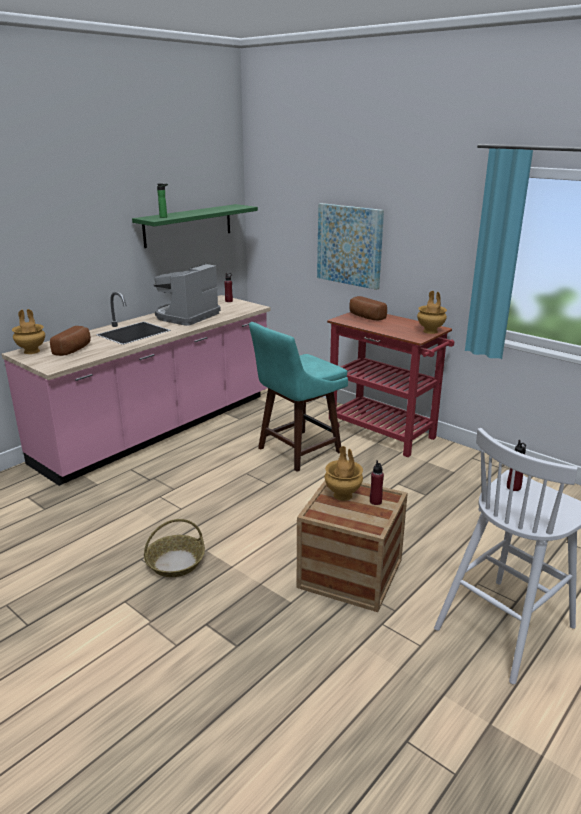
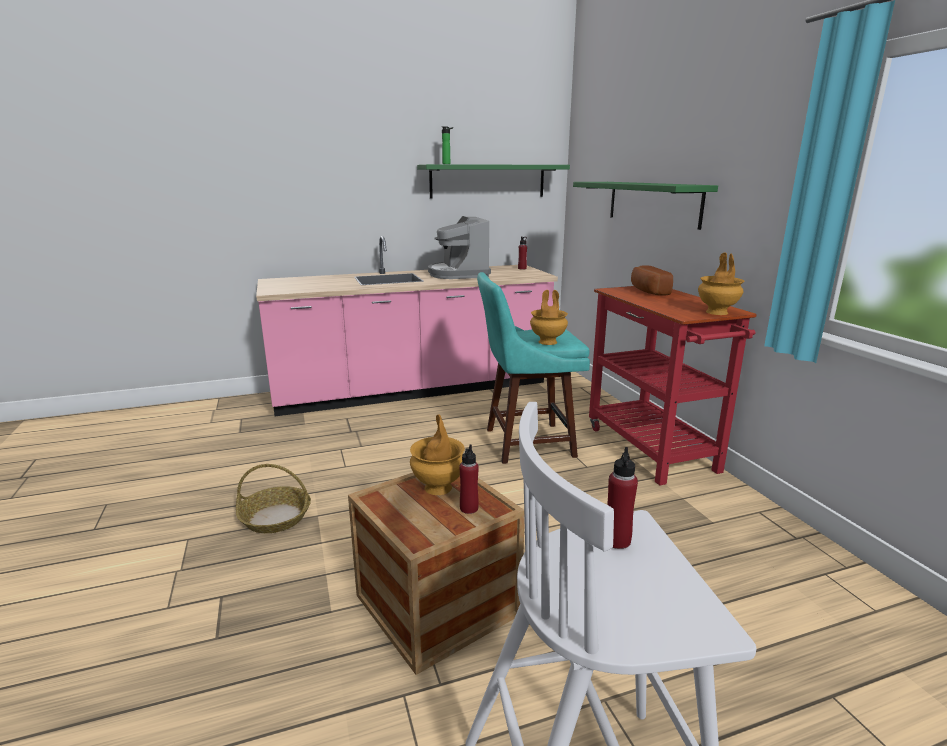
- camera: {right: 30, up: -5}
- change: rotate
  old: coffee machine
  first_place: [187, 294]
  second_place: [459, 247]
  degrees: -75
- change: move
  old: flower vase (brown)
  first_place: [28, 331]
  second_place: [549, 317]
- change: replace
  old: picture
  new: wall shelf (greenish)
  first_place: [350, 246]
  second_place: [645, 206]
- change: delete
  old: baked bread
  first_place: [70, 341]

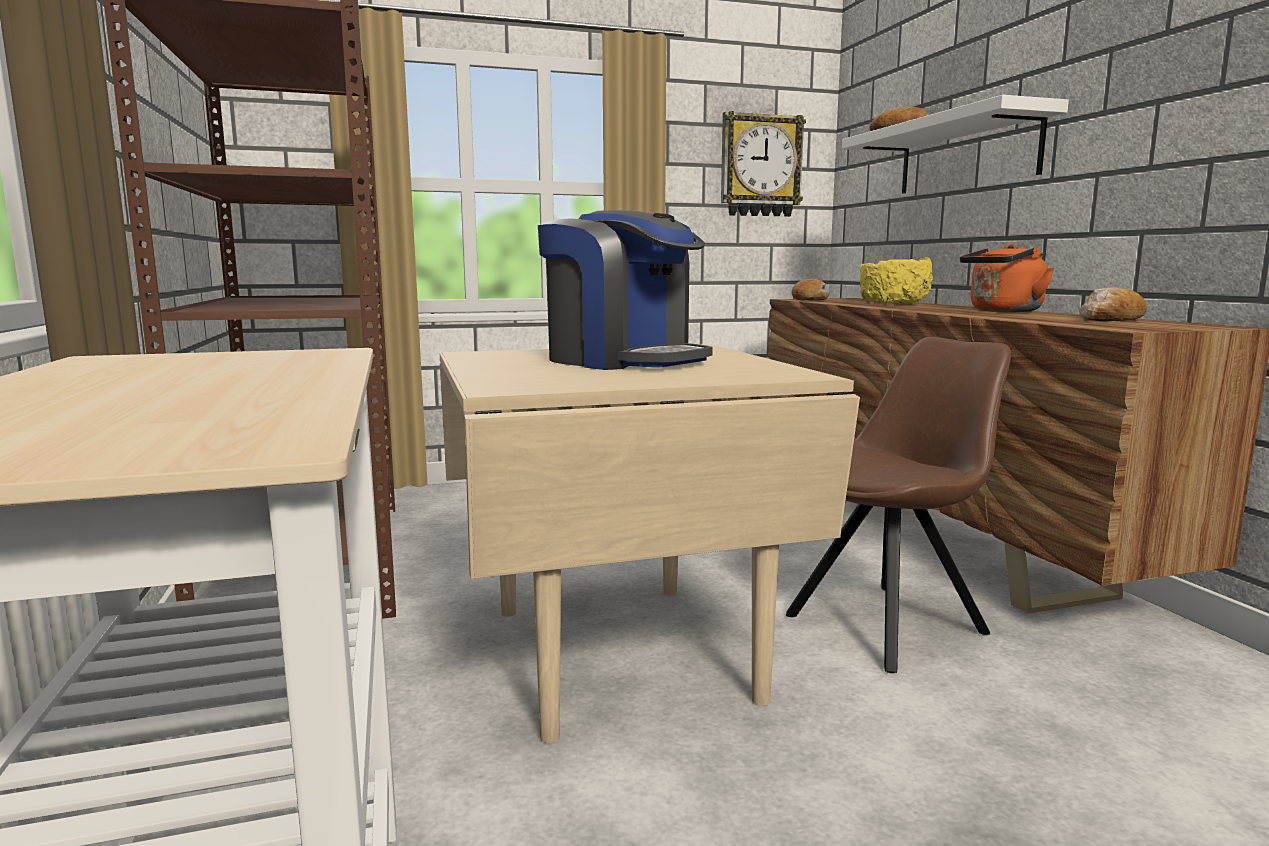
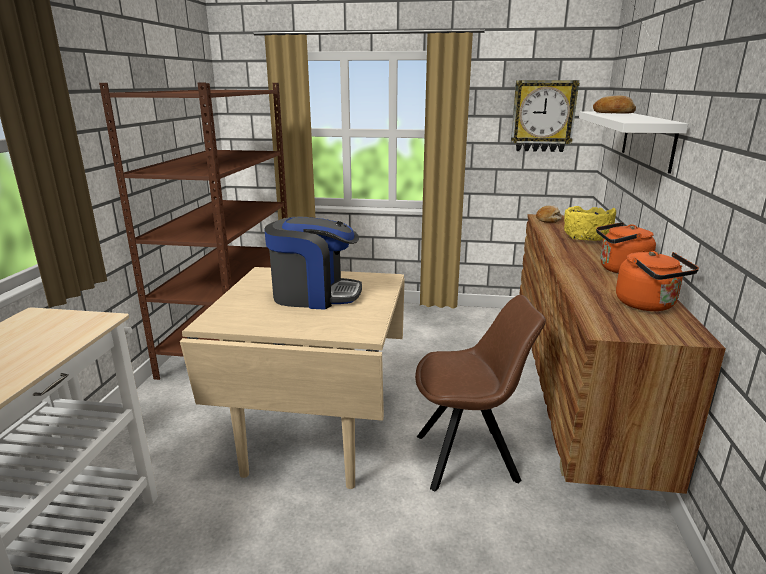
- camera: {right: 25, up: 10}
- change: rotate
  old: coffee machine
  first_place: [625, 290]
  second_place: [313, 263]
  degrees: -60
- change: replace
  old: baked bread
  new: tea kettle (orange)
  first_place: [1113, 304]
  second_place: [657, 281]

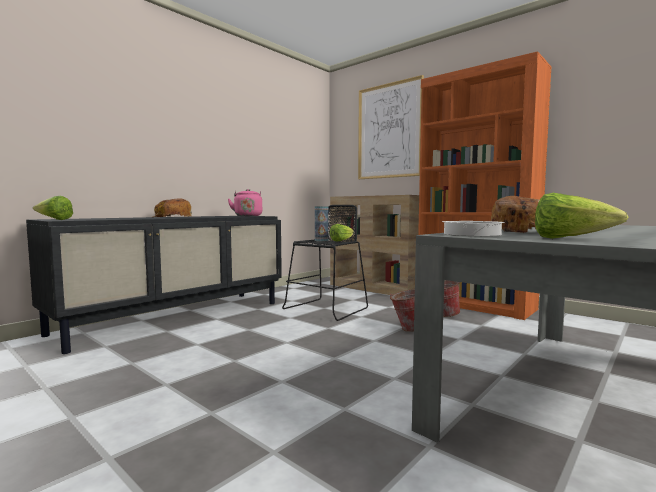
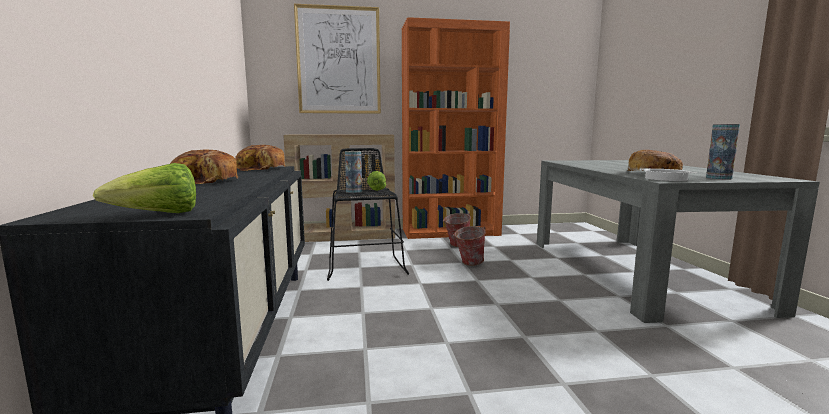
- camera: {right: -50, up: 5}
- change: replace
  old: tea kettle (pink)
  new: baked bread
  first_place: [245, 202]
  second_place: [260, 158]
- change: replace
  old: lettuce head
  new: flower vase
  first_place: [581, 216]
  second_place: [723, 152]

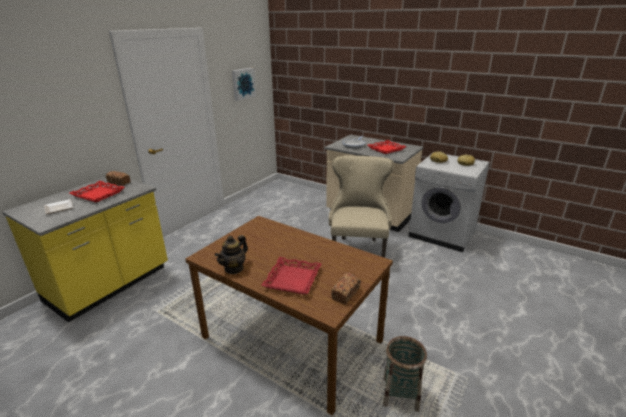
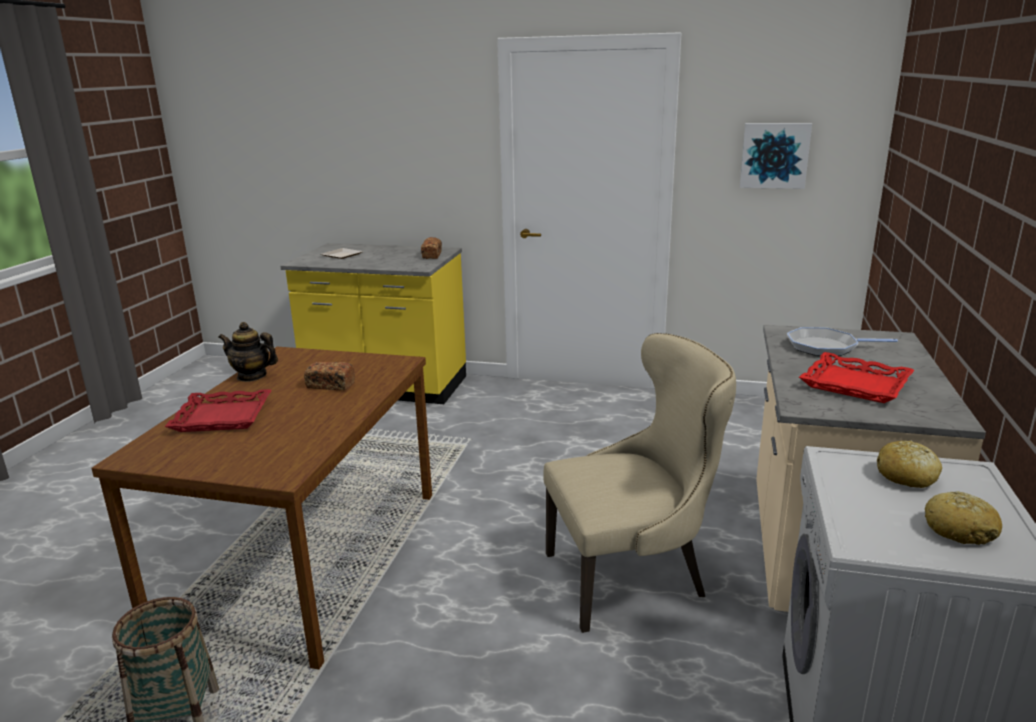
- camera: {right: 70, up: -5}
- change: move
  old: baked bread
  first_place: [346, 288]
  second_place: [329, 376]
- change: delete
  old: carrying tray (reddish)
  first_place: [97, 191]

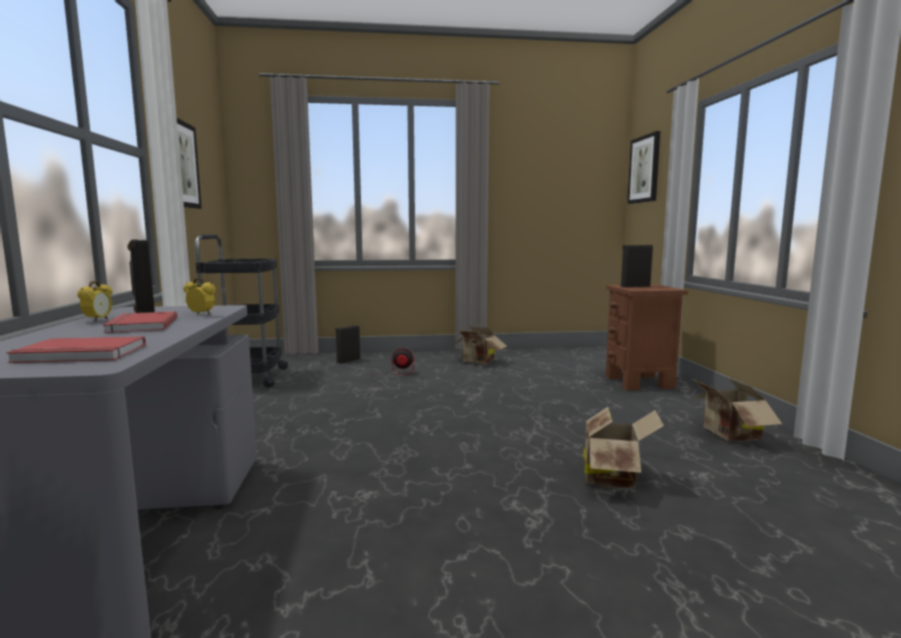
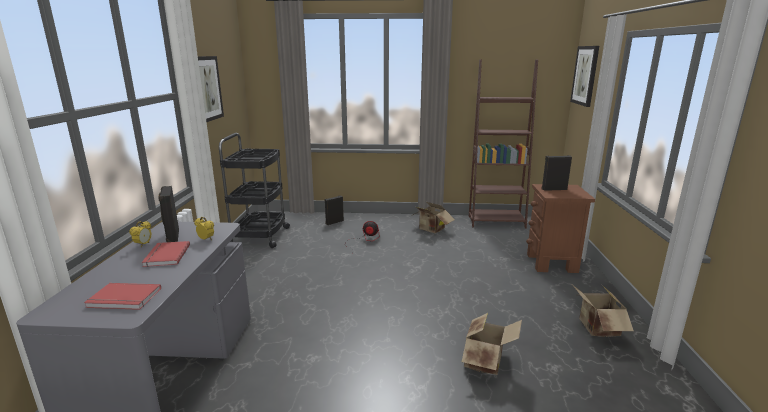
- camera: {right: 10, up: 10}
- change: insert
  new: shelving unit (brown)
  second_place: [503, 144]

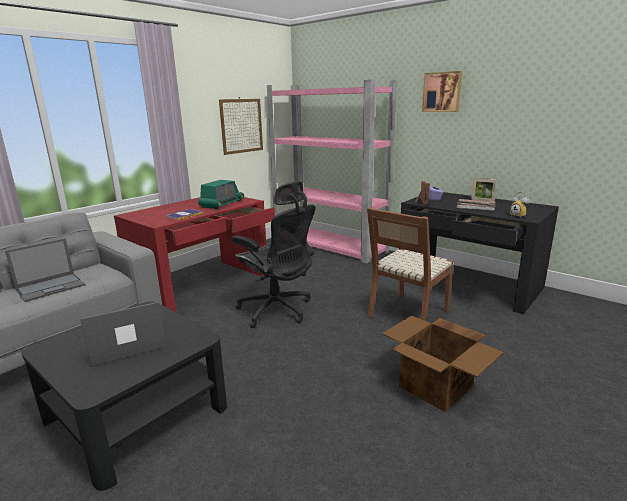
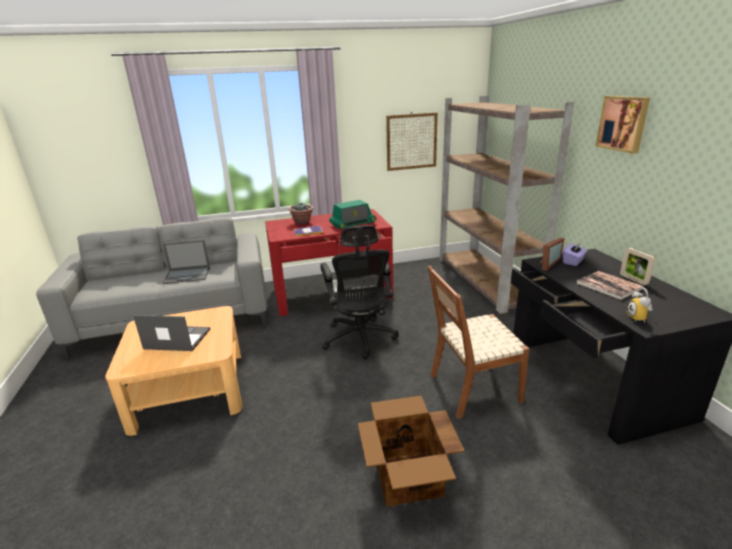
- camera: {right: 35, up: 5}
- change: recolor
  old: low table (black-coloured)
  new: low table (sand-coloured)
  first_place: [124, 396]
  second_place: [173, 371]
- change: insert
  new: potted plant
  second_place: [301, 213]
- change: recolor
  old: shelving unit (pink)
  new: shelving unit (brown)
  first_place: [331, 172]
  second_place: [507, 205]

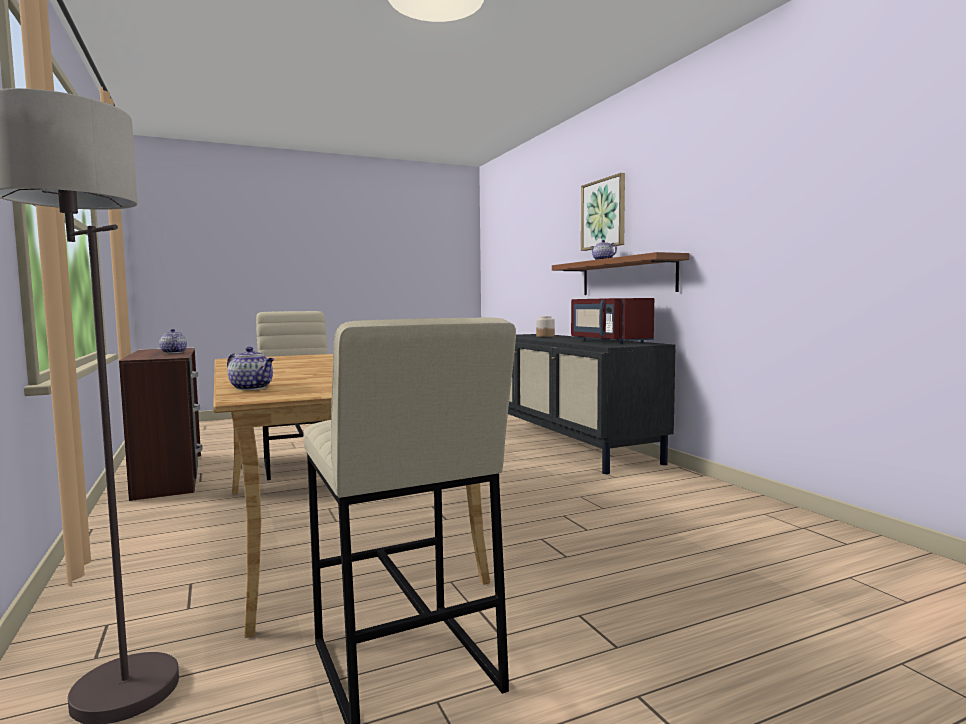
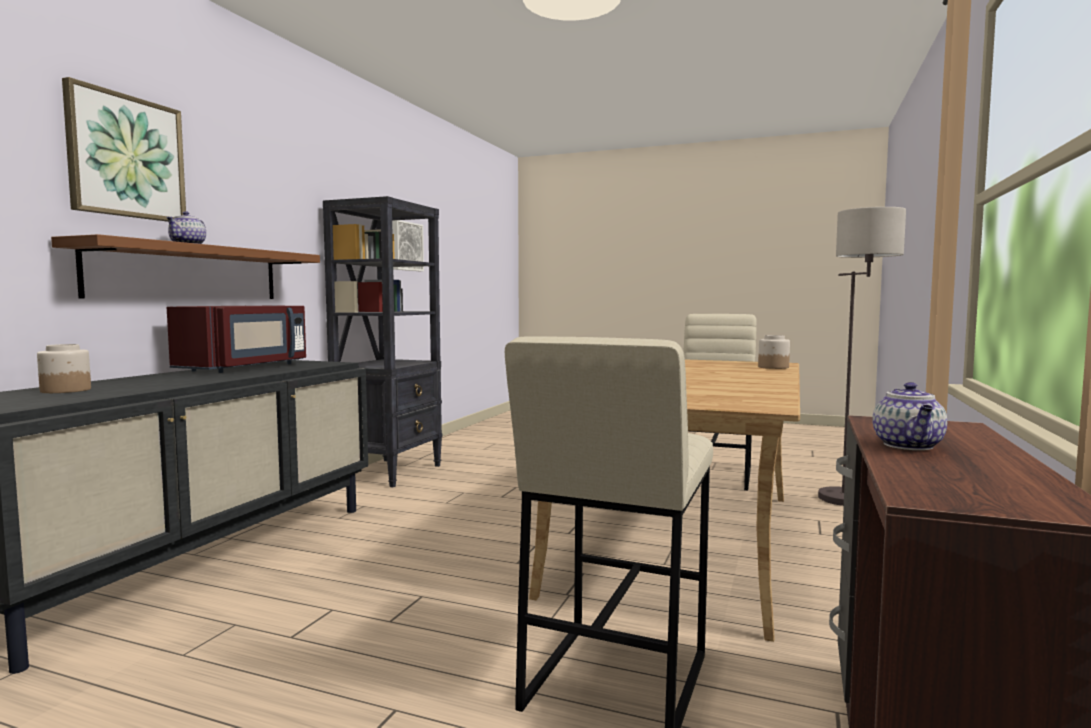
- camera: {right: -135, up: 0}
- change: insert
  new: shelving unit (black-coloured)
  second_place: [382, 341]
- change: insert
  new: picture
  second_place: [408, 245]
- change: replace
  old: pot for tea
  new: jar
  first_place: [250, 368]
  second_place: [774, 352]

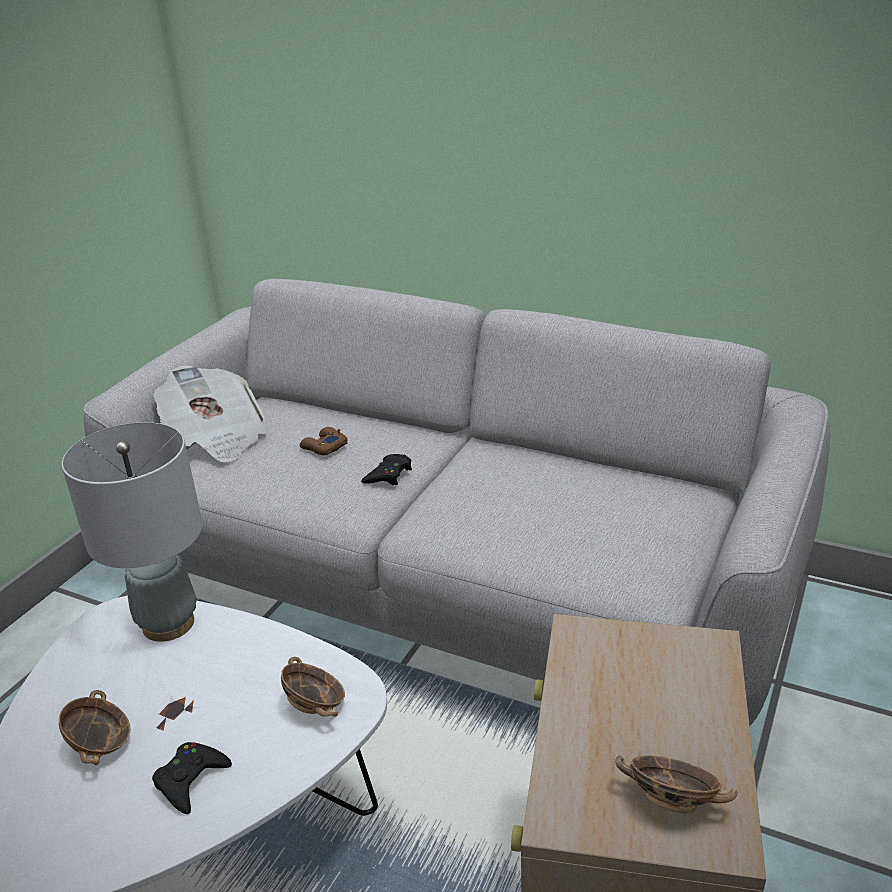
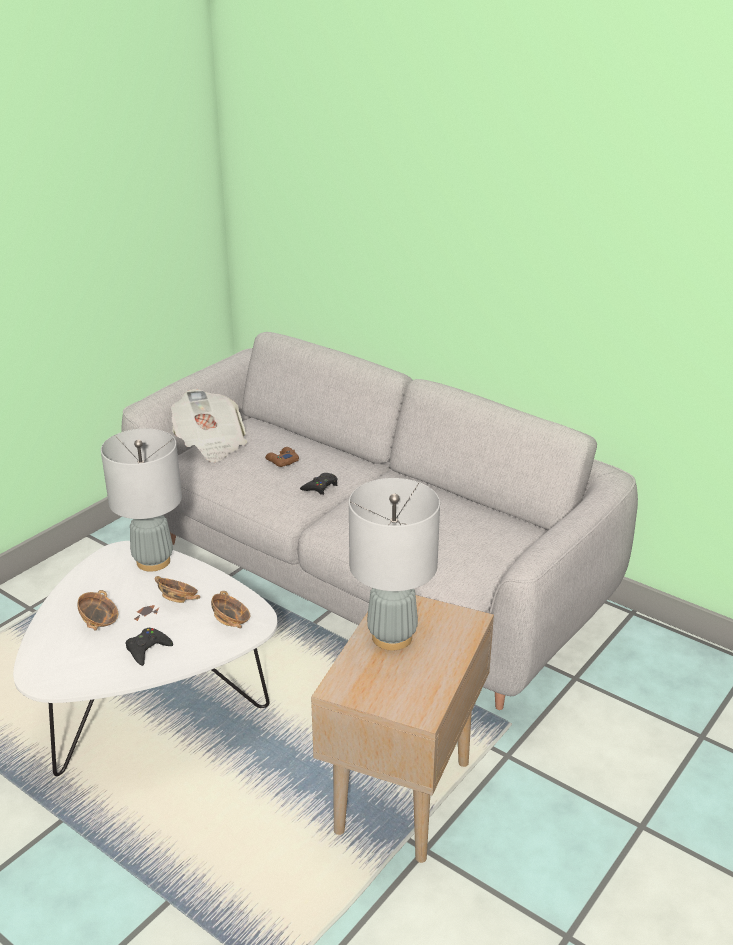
- camera: {right: 10, up: 0}
- change: move
  old: deep dish
  first_place: [676, 784]
  second_place: [177, 589]
- change: insert
  new: table lamp (grey)
  second_place: [394, 564]

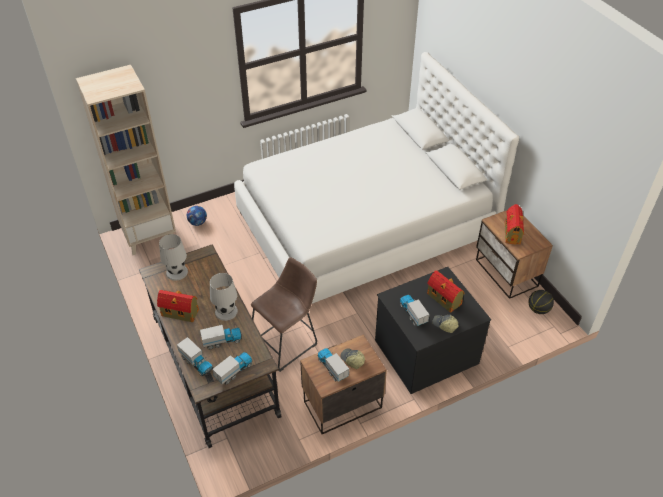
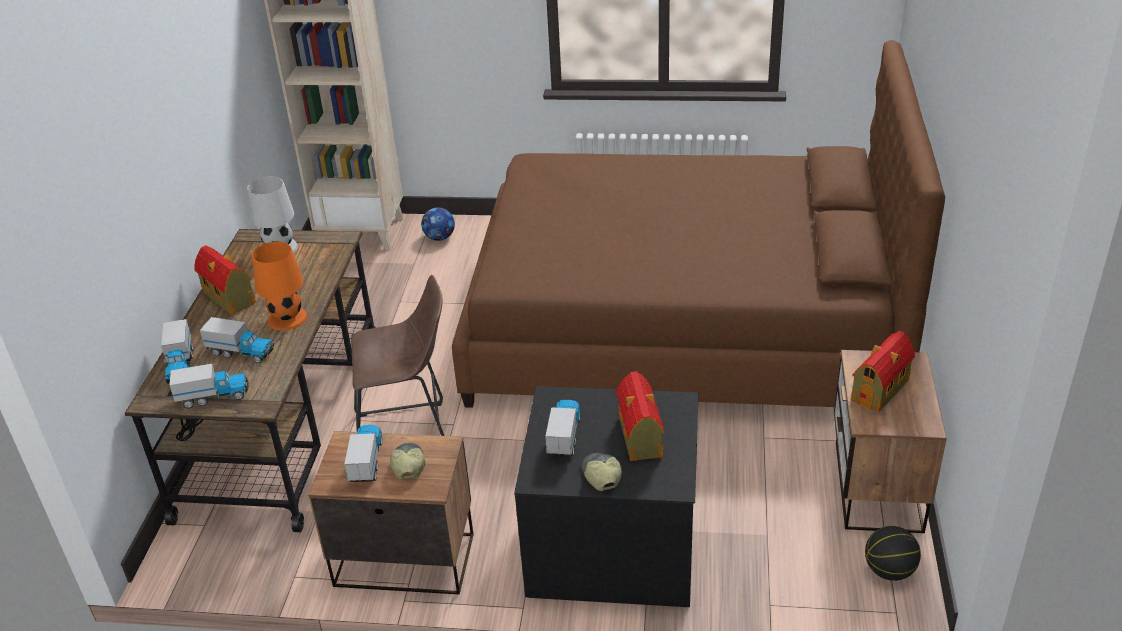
- camera: {right: 35, up: -10}
- change: recolor
  old: table lamp (white-coloured)
  new: table lamp (orange)
  first_place: [224, 297]
  second_place: [279, 286]
- change: recolor
  old: bedroom bed (white-coloured)
  new: bedroom bed (brown)
  first_place: [376, 178]
  second_place: [698, 224]

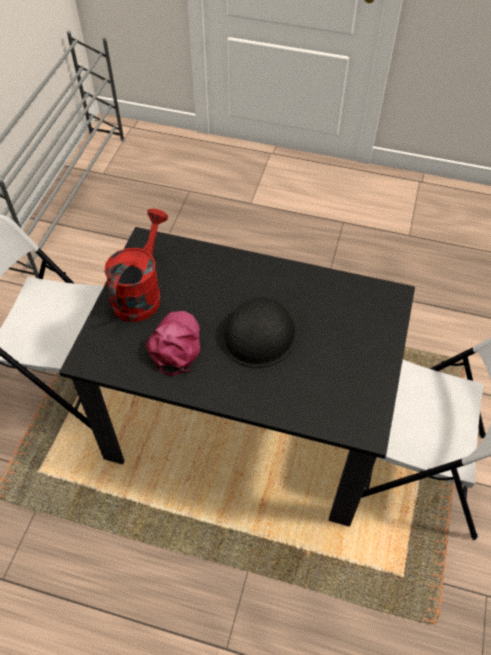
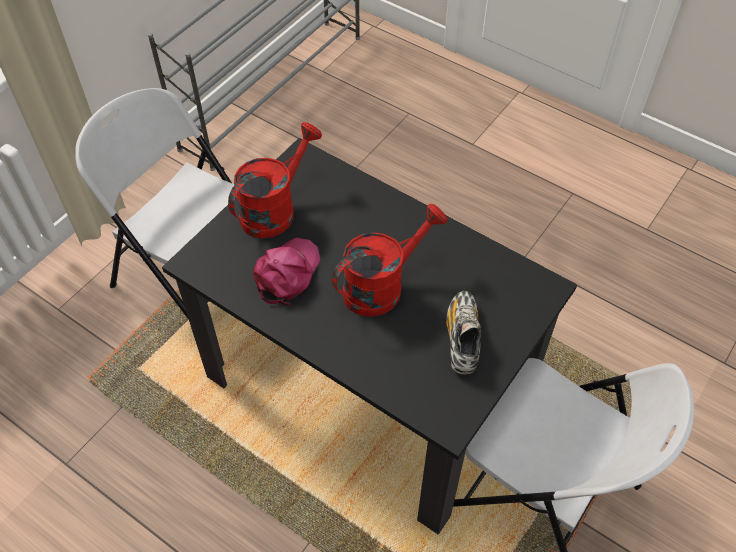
- camera: {right: 20, up: 0}
- change: replace
  old: hard hat (black-coloured)
  new: watering can (reddish)
  first_place: [261, 332]
  second_place: [389, 260]
- change: insert
  new: low shoe
  second_place: [463, 333]

